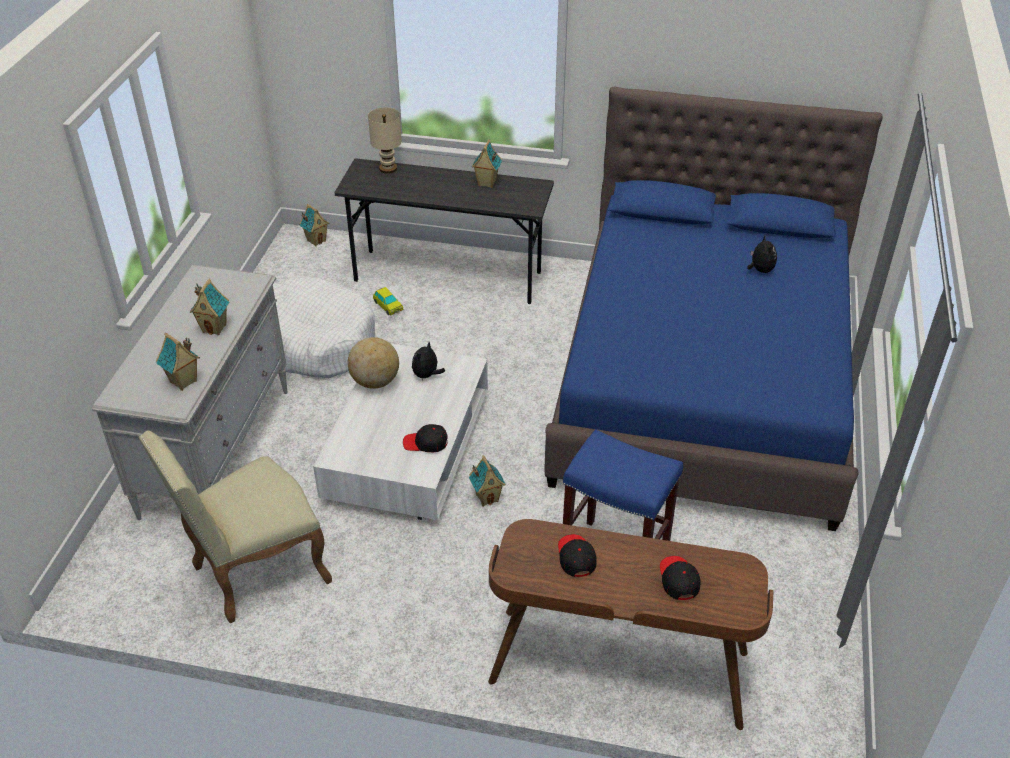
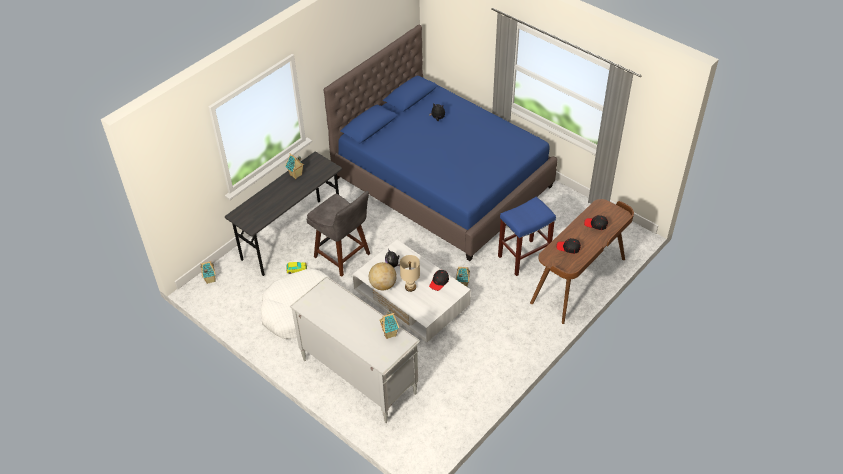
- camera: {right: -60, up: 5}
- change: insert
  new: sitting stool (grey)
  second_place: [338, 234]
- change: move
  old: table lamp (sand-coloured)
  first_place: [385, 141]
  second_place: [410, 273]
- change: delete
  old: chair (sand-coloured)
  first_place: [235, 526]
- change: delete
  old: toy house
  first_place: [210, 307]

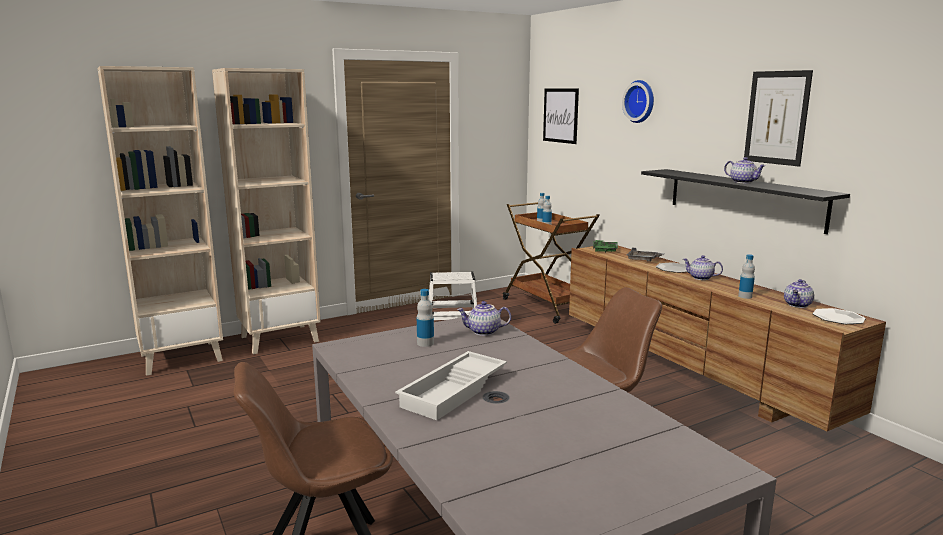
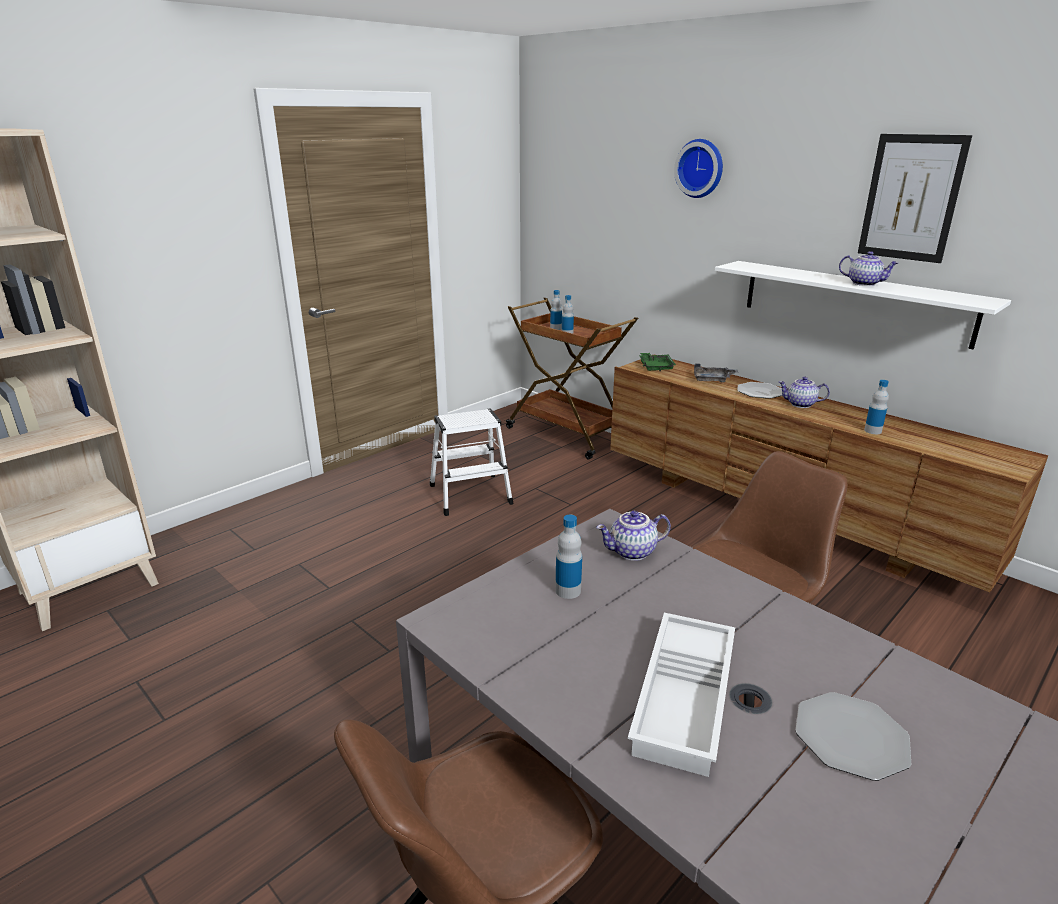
- camera: {right: -15, up: 10}
- change: recolor
  old: wall shelf (black-coloured)
  new: wall shelf (white-coloured)
  first_place: [745, 201]
  second_place: [863, 305]
- change: move
  old: plate
  first_place: [839, 316]
  second_place: [853, 736]
- change: delete
  old: shelving unit (sand-coloured)
  first_place: [266, 211]
- change: delete
  old: picture
  first_place: [561, 116]
- change: delete
  old: pot for tea
  first_place: [799, 293]

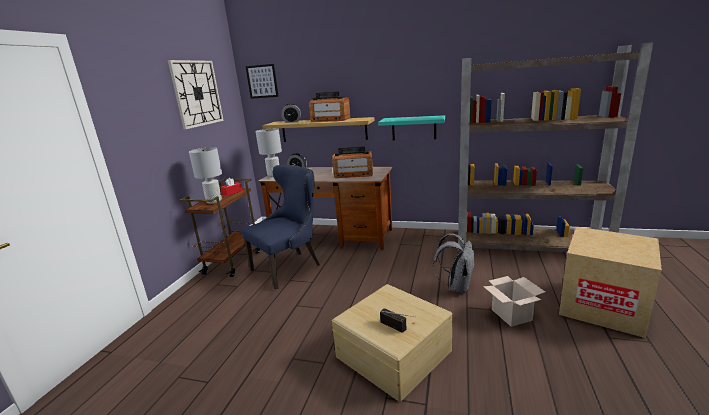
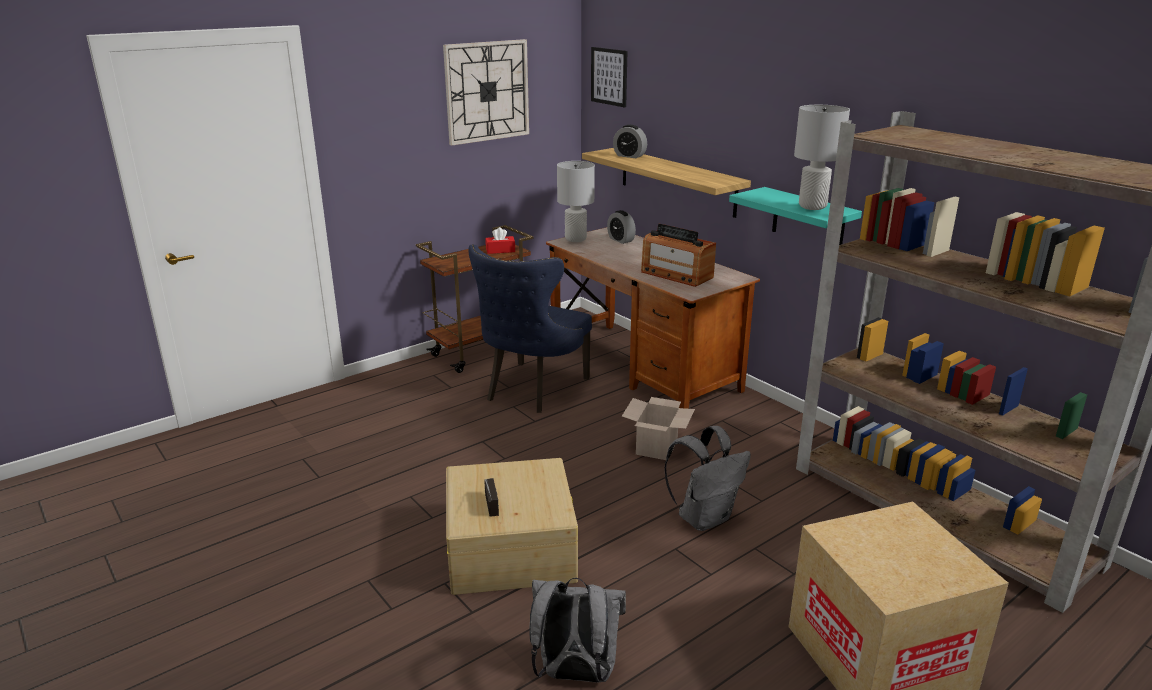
- camera: {right: 35, up: 5}
- change: rotate
  old: chair (bluish)
  first_place: [281, 227]
  second_place: [530, 328]
  degrees: 120
- change: insert
  new: knapsack (grey)
  second_place: [577, 630]
- change: move
  old: packing box
  first_place: [514, 301]
  second_place: [658, 428]
- change: move
  old: table lamp (grey)
  first_place: [205, 175]
  second_place: [822, 157]
- change: delete
  old: radio receiver
  first_place: [329, 106]

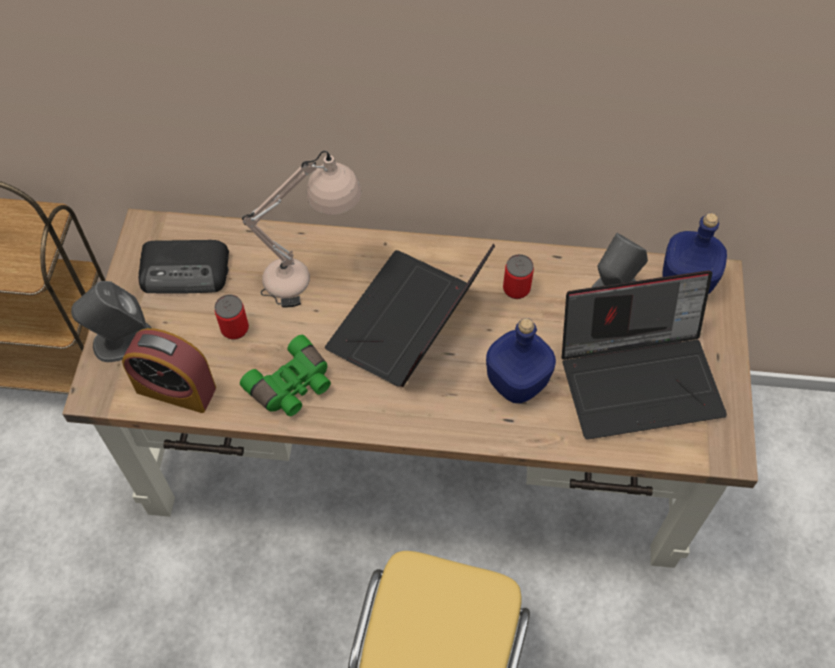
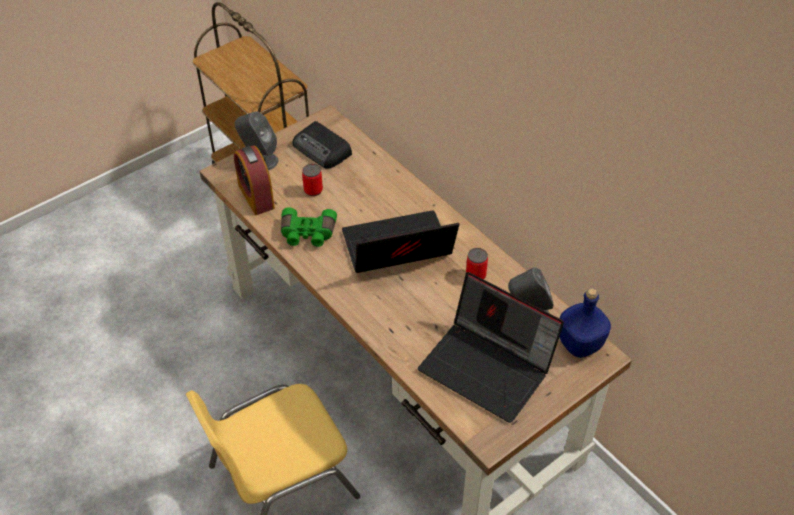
- camera: {right: 45, up: -10}
- change: delete
  old: table lamp (sand-coloured)
  first_place: [301, 229]
- change: delete
  old: beverage bottle (bluish)
  first_place: [521, 360]

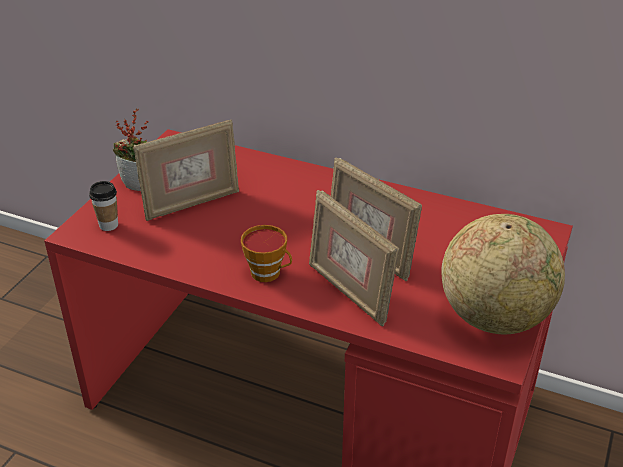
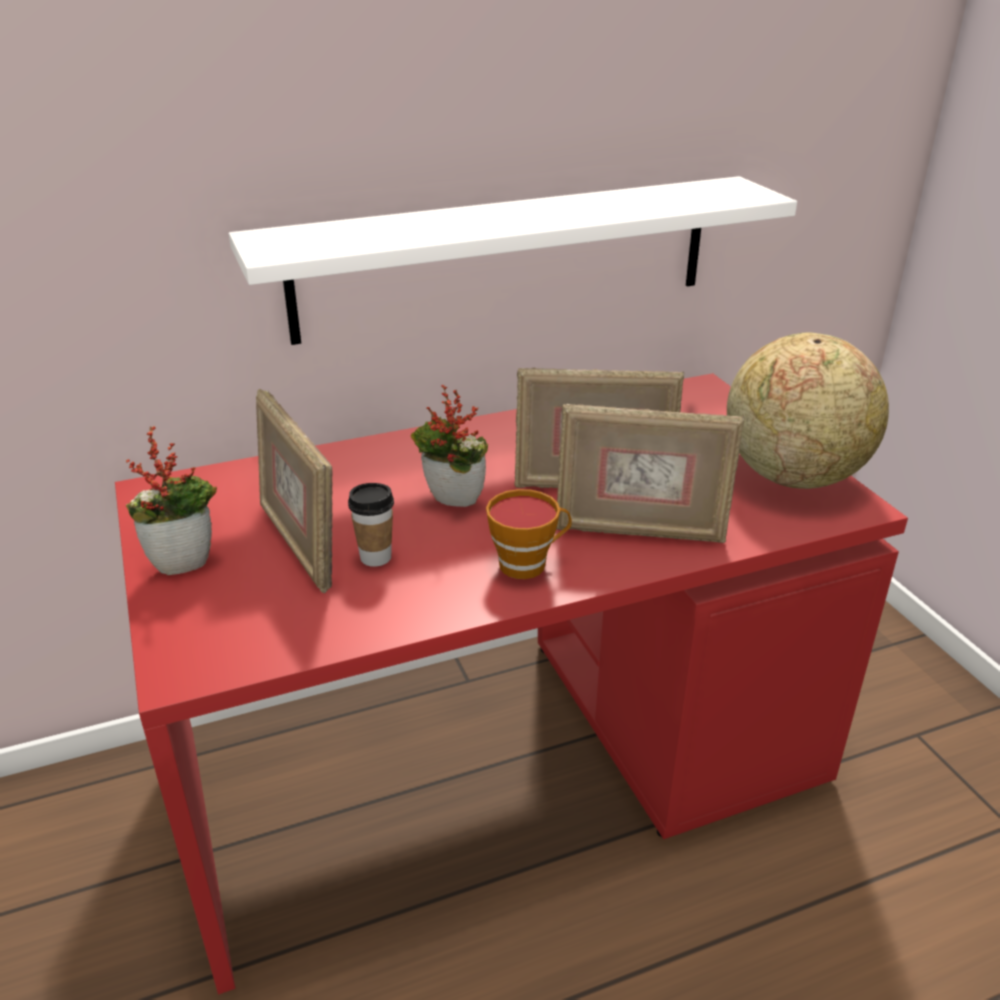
- camera: {right: -45, up: -5}
- change: insert
  new: wall shelf (white-coloured)
  second_place: [513, 260]
- change: rotate
  old: standing frame
  first_place: [186, 170]
  second_place: [294, 491]
  degrees: 135
- change: move
  old: cup
  first_place: [103, 206]
  second_place: [371, 525]
- change: insert
  new: potted plant
  second_place: [449, 446]

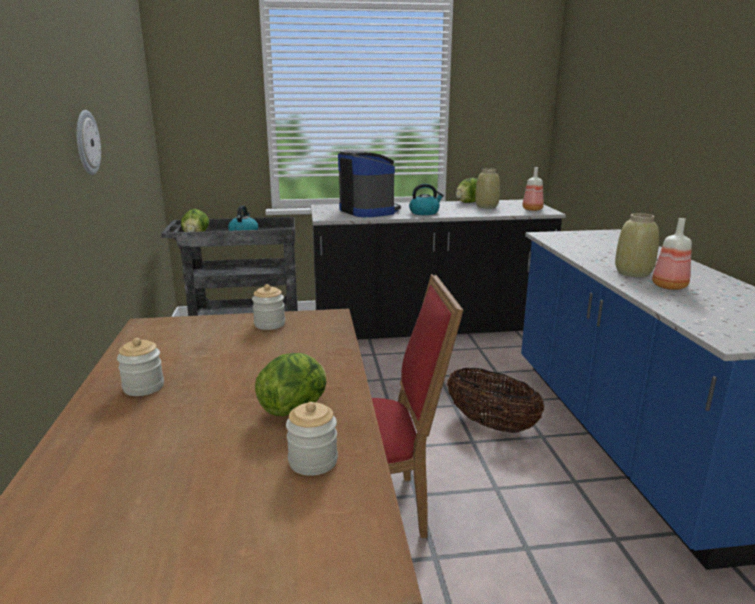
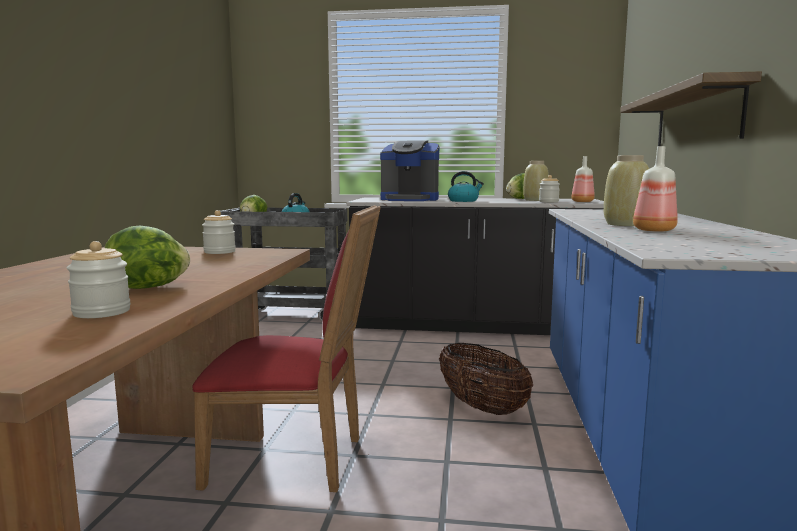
- camera: {right: 15, up: -10}
- change: rotate
  old: coffee machine
  first_place: [369, 183]
  second_place: [409, 170]
  degrees: 120
- change: move
  old: jar
  first_place: [140, 367]
  second_place: [549, 188]
- change: insert
  new: wall shelf
  second_place: [691, 109]
- change: delete
  old: clock on the wall
  first_place: [89, 142]

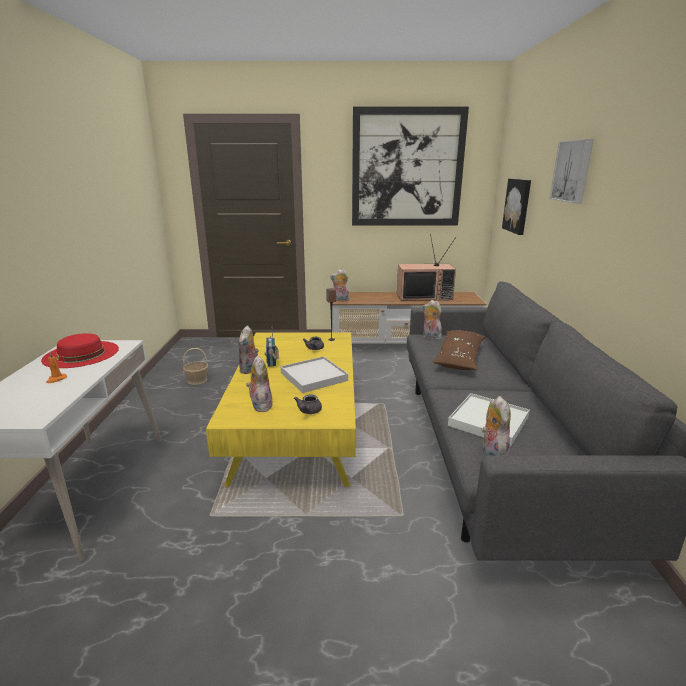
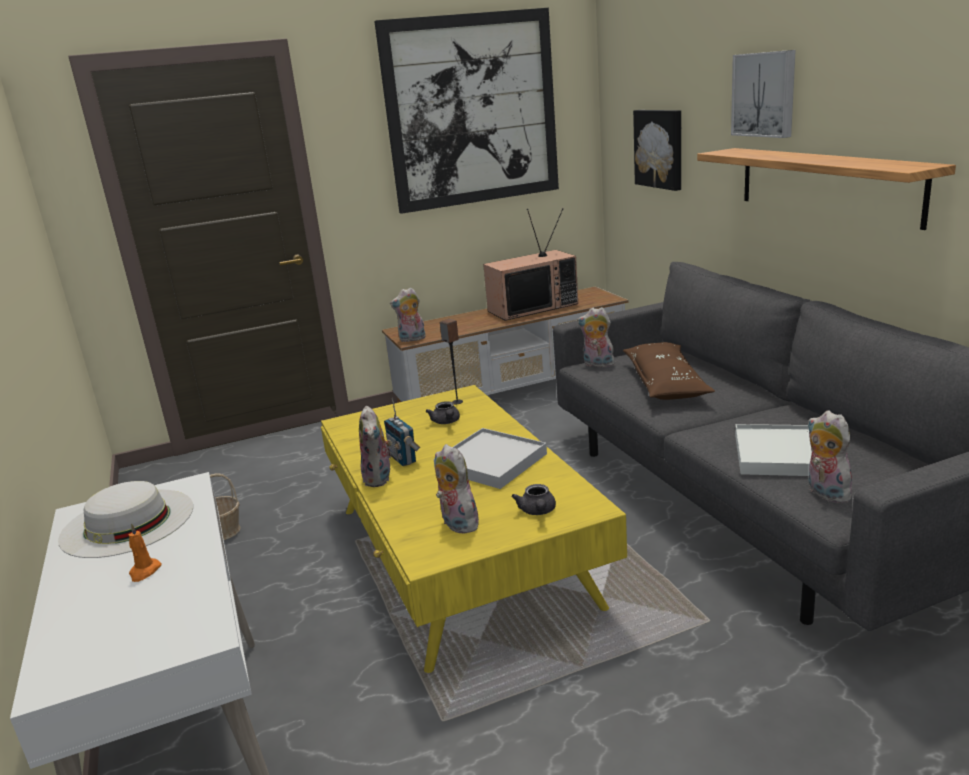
- camera: {right: -20, up: 0}
- change: recolor
  old: clothing hat (reddish)
  new: clothing hat (white-coloured)
  first_place: [80, 350]
  second_place: [125, 519]
- change: insert
  new: wall shelf
  second_place: [826, 189]

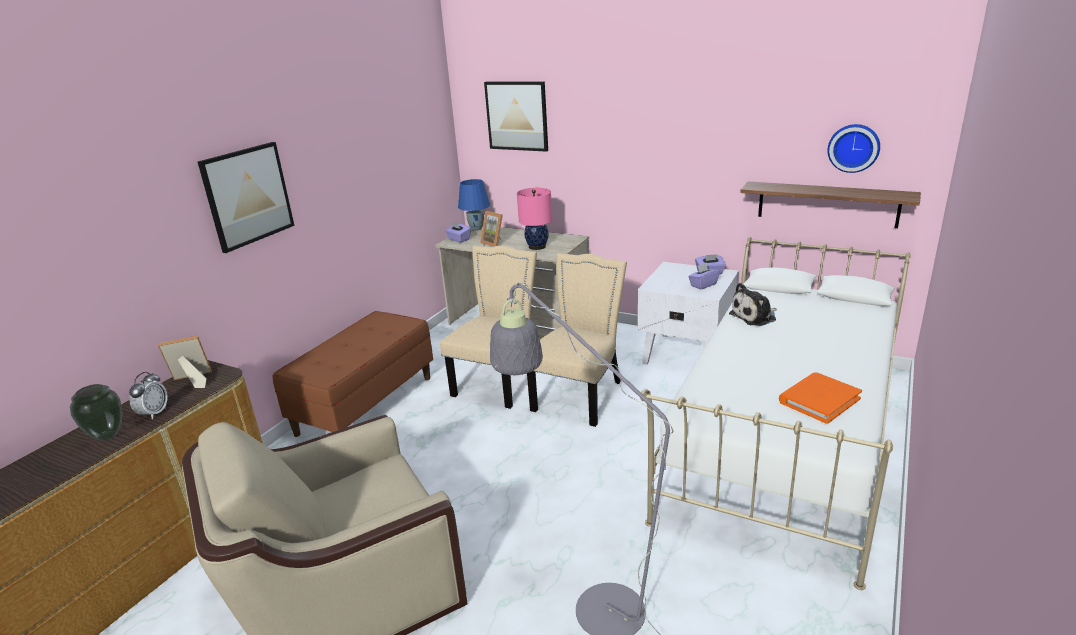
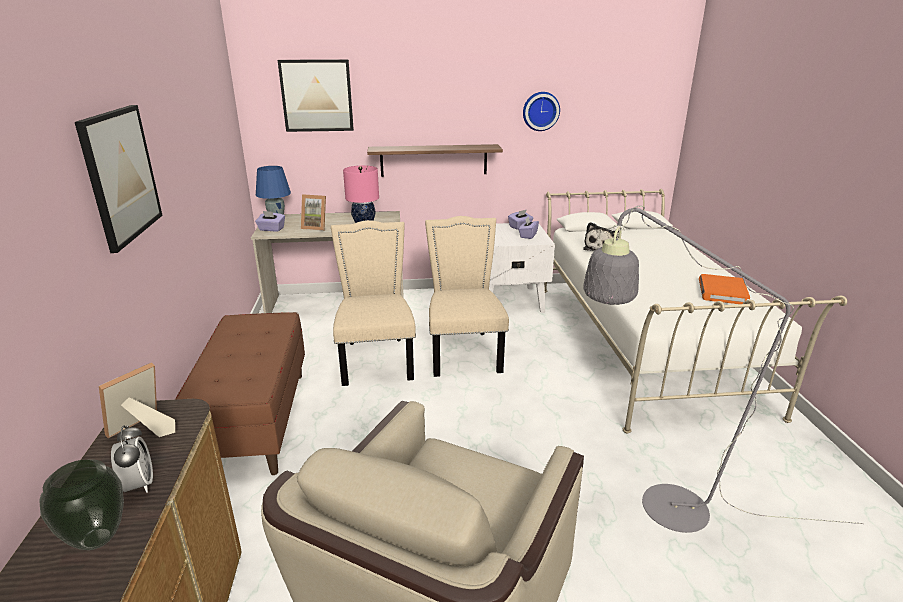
- camera: {right: -35, up: 0}
- change: move
  old: wall shelf
  first_place: [830, 204]
  second_place: [435, 160]
- change: move
  old: clock on the wall
  first_place: [853, 148]
  second_place: [541, 111]

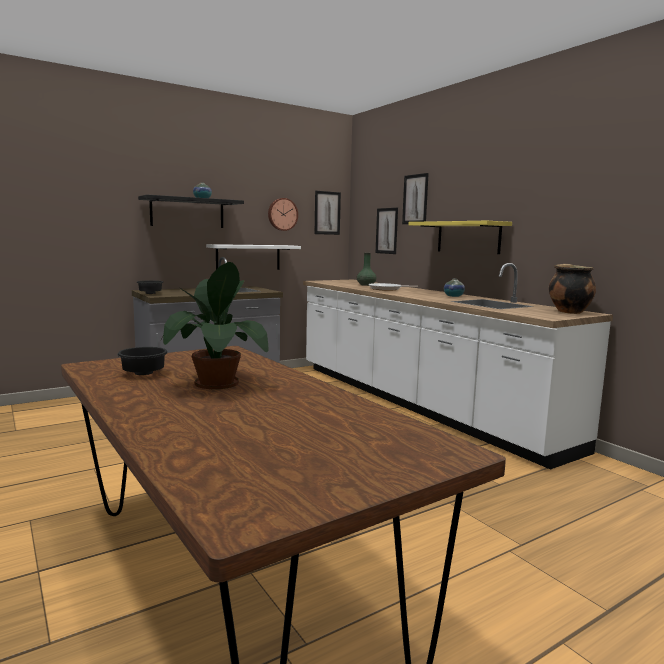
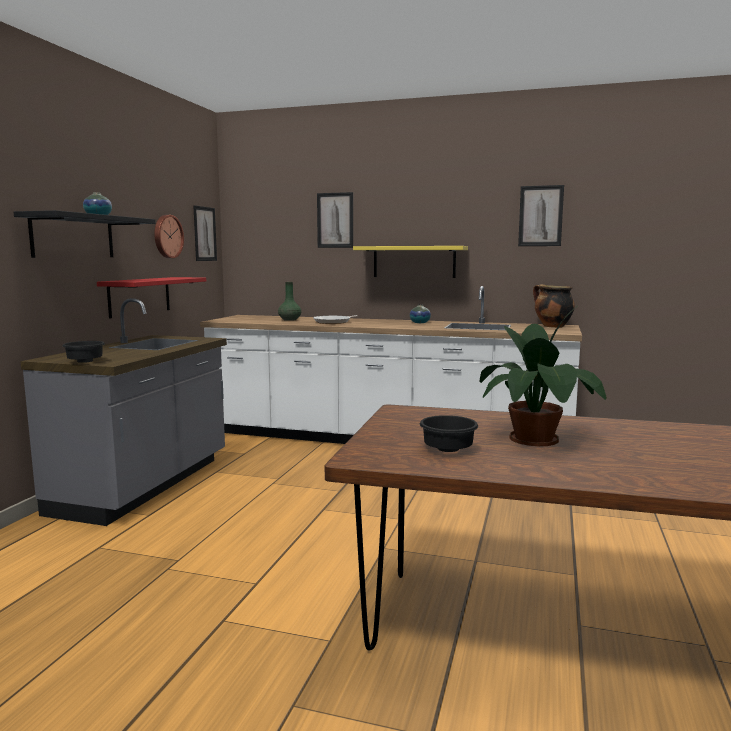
- camera: {right: -40, up: 0}
- change: recolor
  old: wall shelf (white-coloured)
  new: wall shelf (reddish)
  first_place: [253, 257]
  second_place: [151, 298]
- change: move
  old: picture
  first_place: [386, 231]
  second_place: [541, 215]

